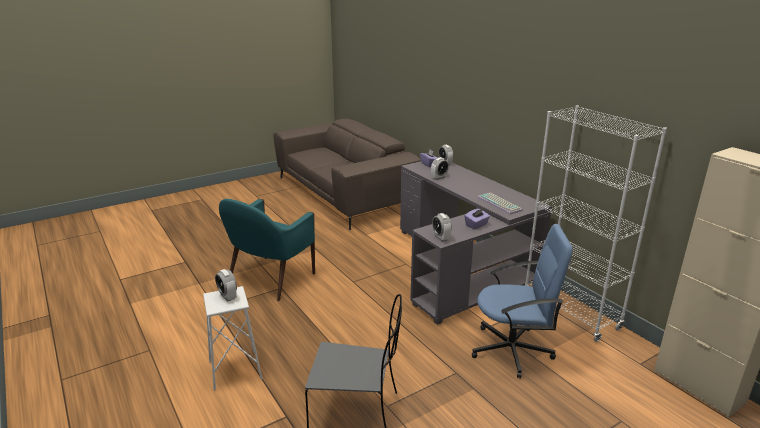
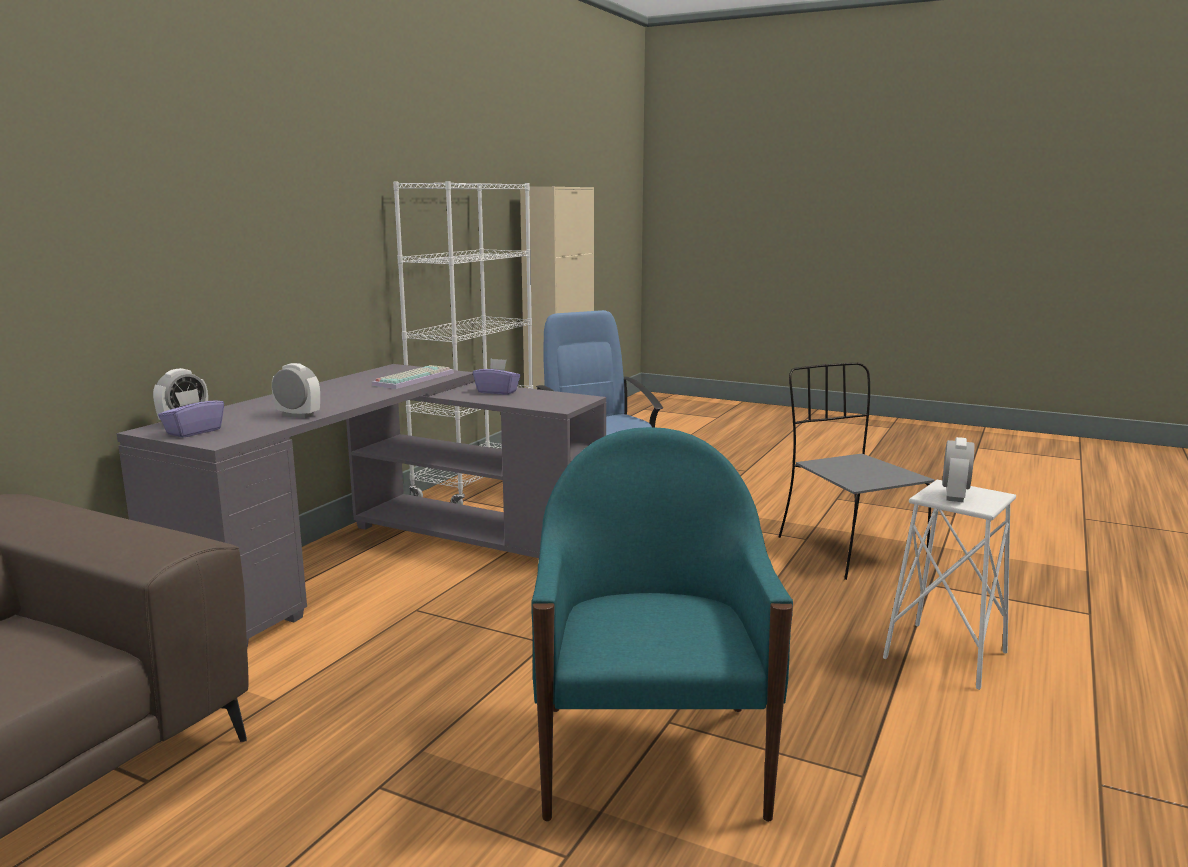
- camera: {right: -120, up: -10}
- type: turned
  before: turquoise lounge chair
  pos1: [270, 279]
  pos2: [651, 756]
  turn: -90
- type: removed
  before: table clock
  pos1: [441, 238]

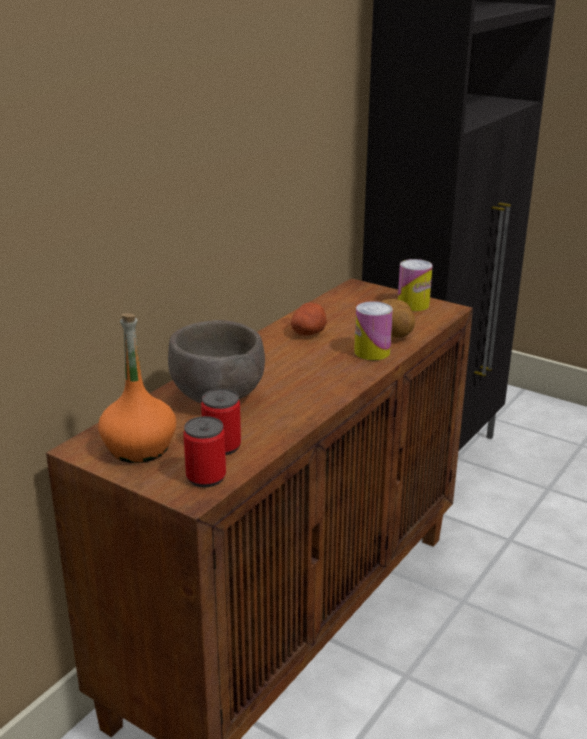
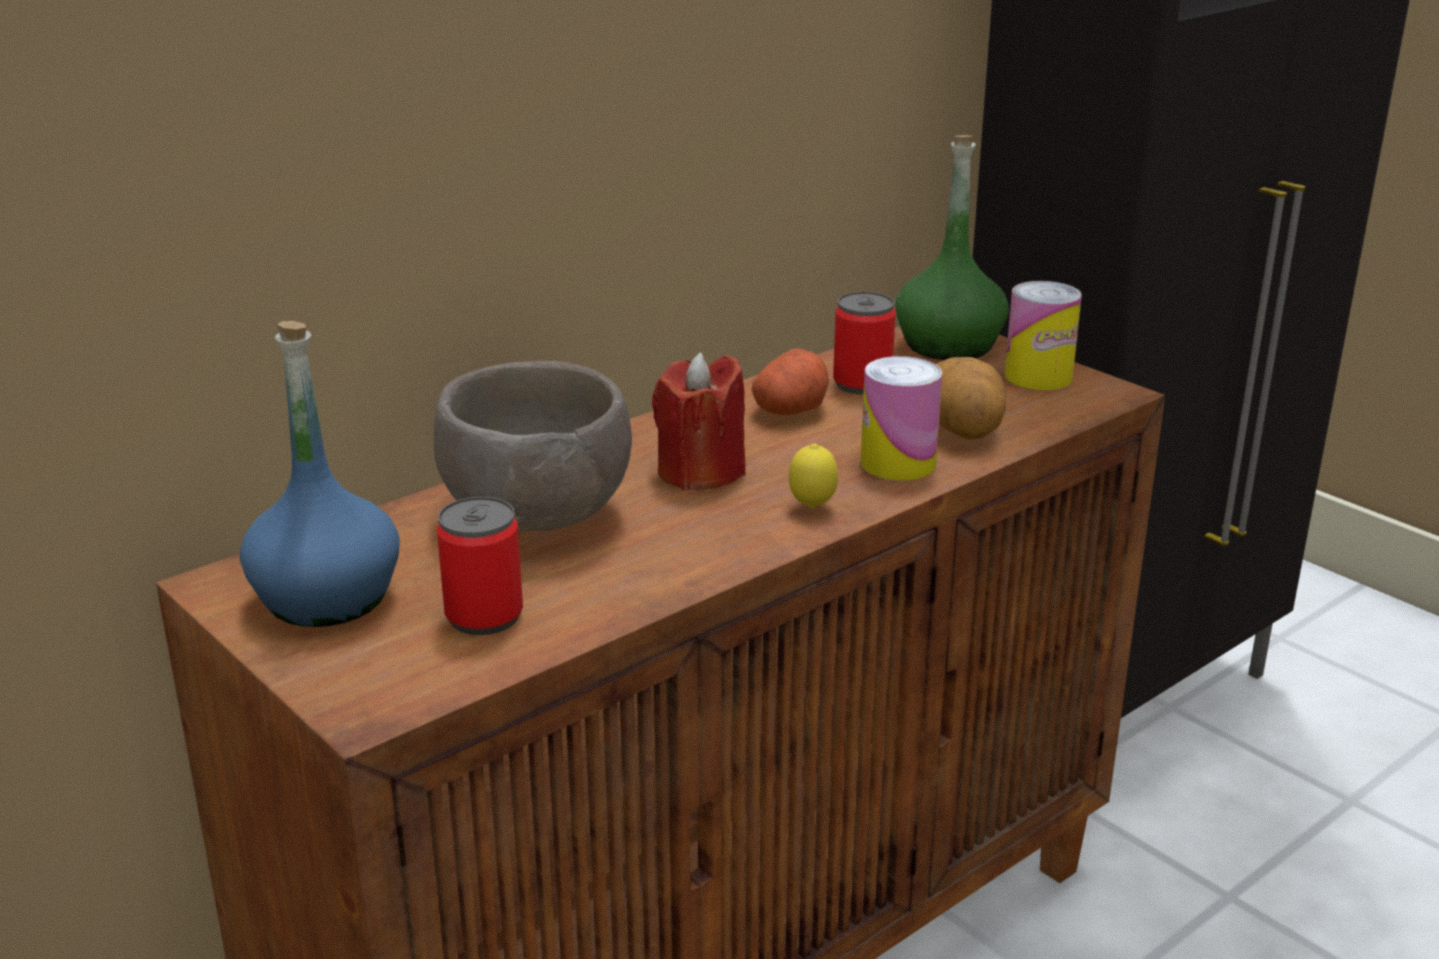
- camera: {right: 15, up: 0}
- type: recoloured
  before: orange beverage bottle
  after: bluish beverage bottle
  pos1: [139, 448]
  pos2: [327, 597]
- type: moved
  before: can
  pos1: [206, 477]
  pos2: [862, 384]
- type: added
  after: green beverage bottle
  pos2: [948, 345]
- type: added
  after: reddish candle
  pos2: [700, 472]
- type: added
  after: lemon
  pos2: [812, 508]

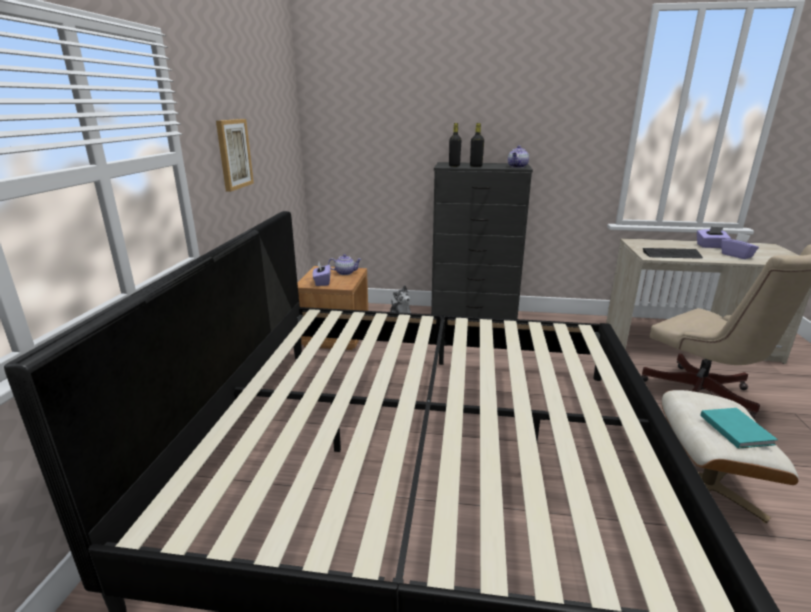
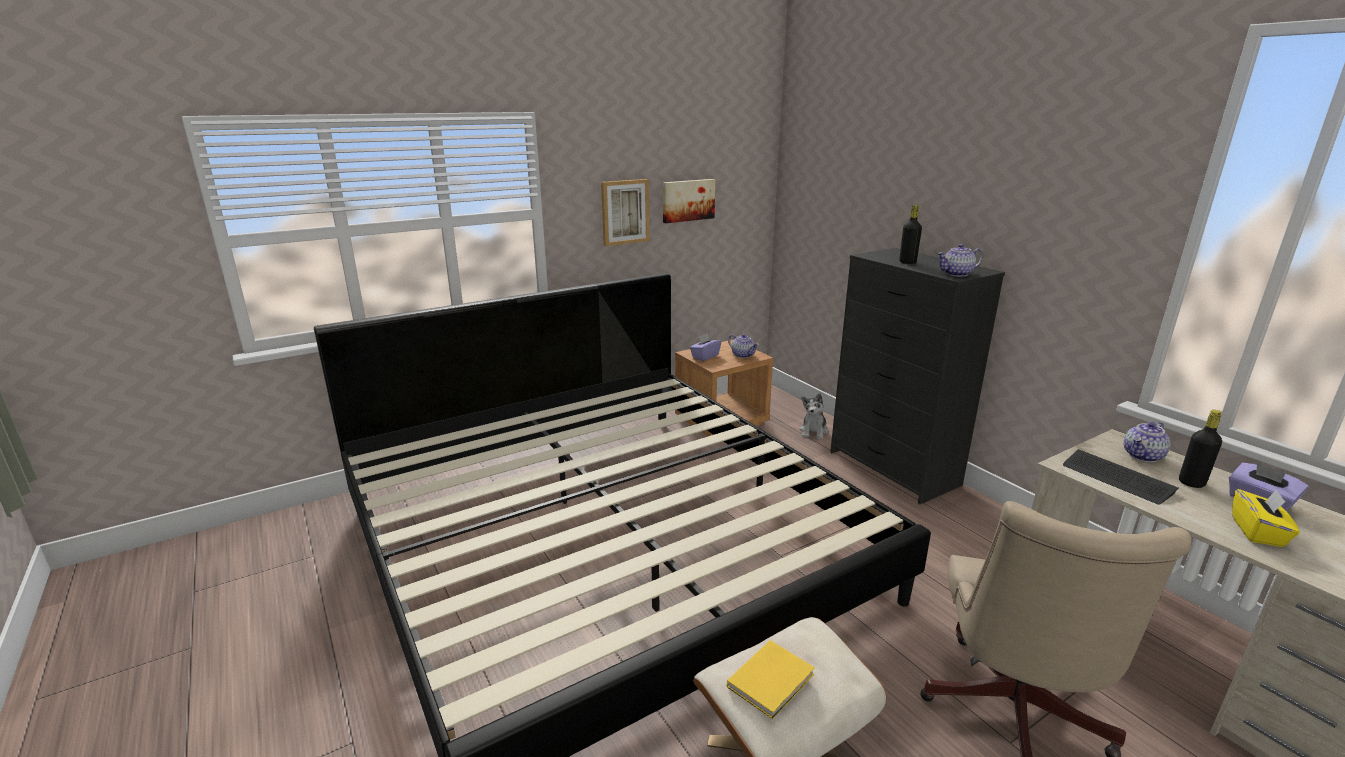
- camera: {right: 50, up: 0}
- type: moved
  before: black beverage bottle
  pos1: [454, 166]
  pos2: [1191, 483]
- type: recoloured
  before: purple tissue holder
  after: yellowish tissue holder
  pos1: [736, 255]
  pos2: [1258, 532]
- type: recoloured
  before: turquoise book
  after: yellowish book
  pos1: [735, 428]
  pos2: [773, 680]
- type: added
  after: wall picture
  pos2: [687, 200]
- type: added
  after: pot for tea
  pos2: [1143, 456]

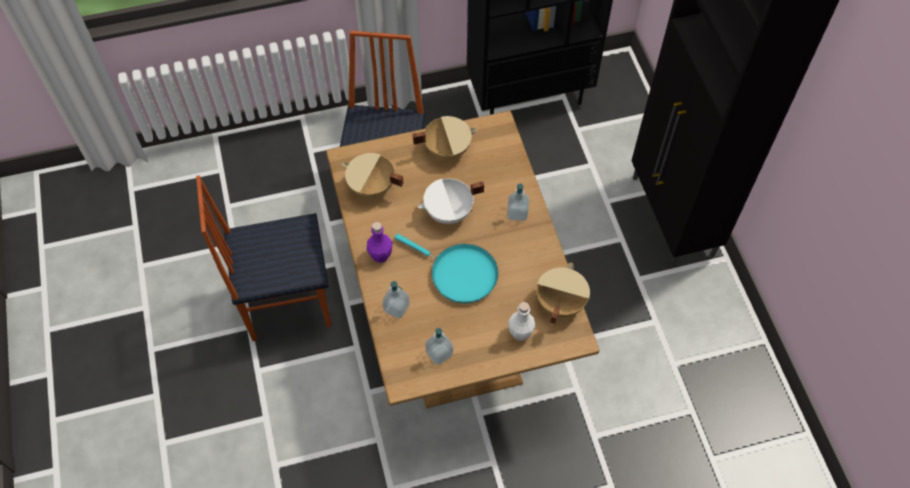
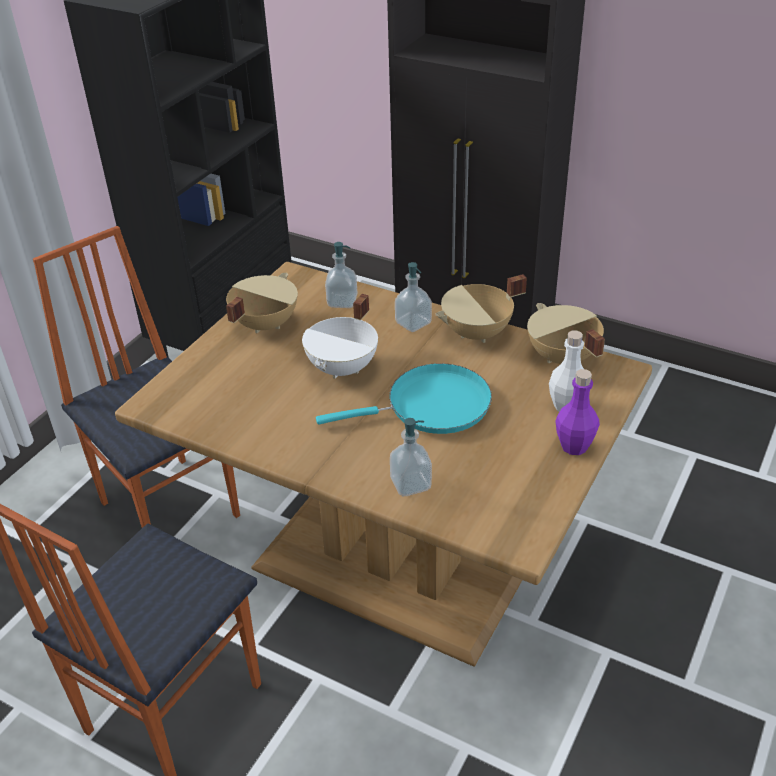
- camera: {right: -45, up: -20}
- type: moved
  before: sand-coloured stockpot
  pos1: [371, 188]
  pos2: [477, 334]
- type: moved
  before: purple beverage bottle
  pos1: [380, 255]
  pos2: [574, 446]
- type: moved
  before: soap bottle
  pos1: [439, 353]
  pos2: [342, 301]

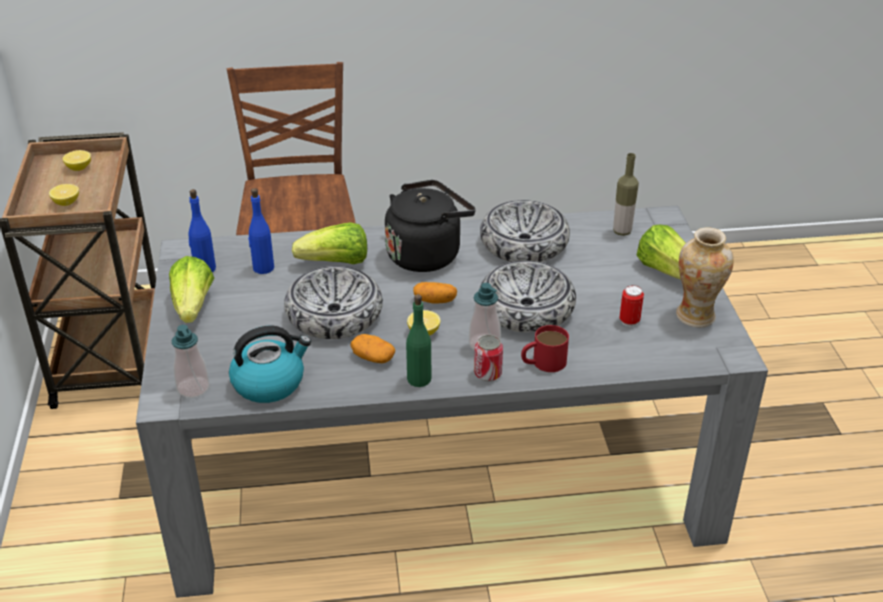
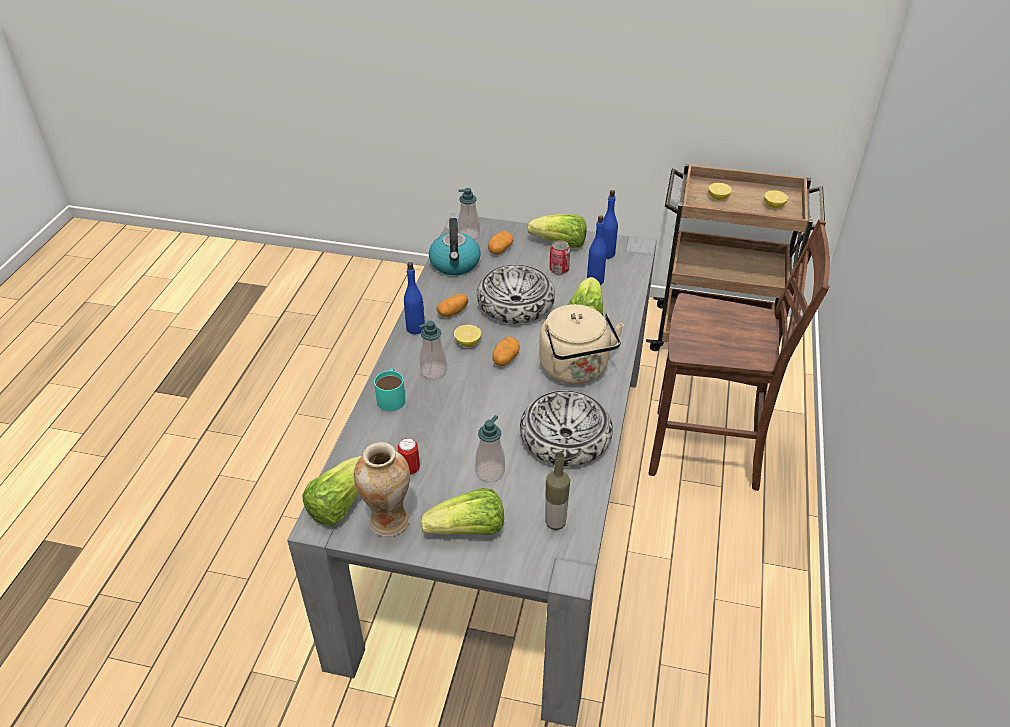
- camera: {right: 110, up: 5}
- type: recoloured
  before: black kettle
  after: sand-coloured kettle
  pos1: [426, 254]
  pos2: [576, 370]
- type: removed
  before: bowl
  pos1: [526, 309]
- type: recoloured
  before: green beverage bottle
  after: bluish beverage bottle
  pos1: [419, 379]
  pos2: [416, 328]
- type: recoloured
  before: reddish tea mug
  after: turquoise tea mug
  pos1: [543, 362]
  pos2: [392, 396]
- type: moved
  before: can
  pos1: [488, 374]
  pos2: [559, 269]
- type: added
  after: spud
  pos2: [500, 249]
- type: added
  after: soap bottle
  pos2: [490, 471]
- type: added
  after: lettuce head
  pos2: [339, 504]

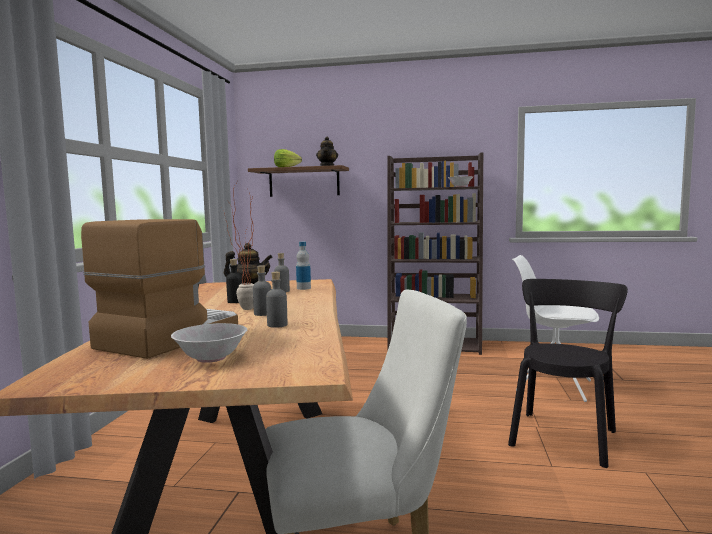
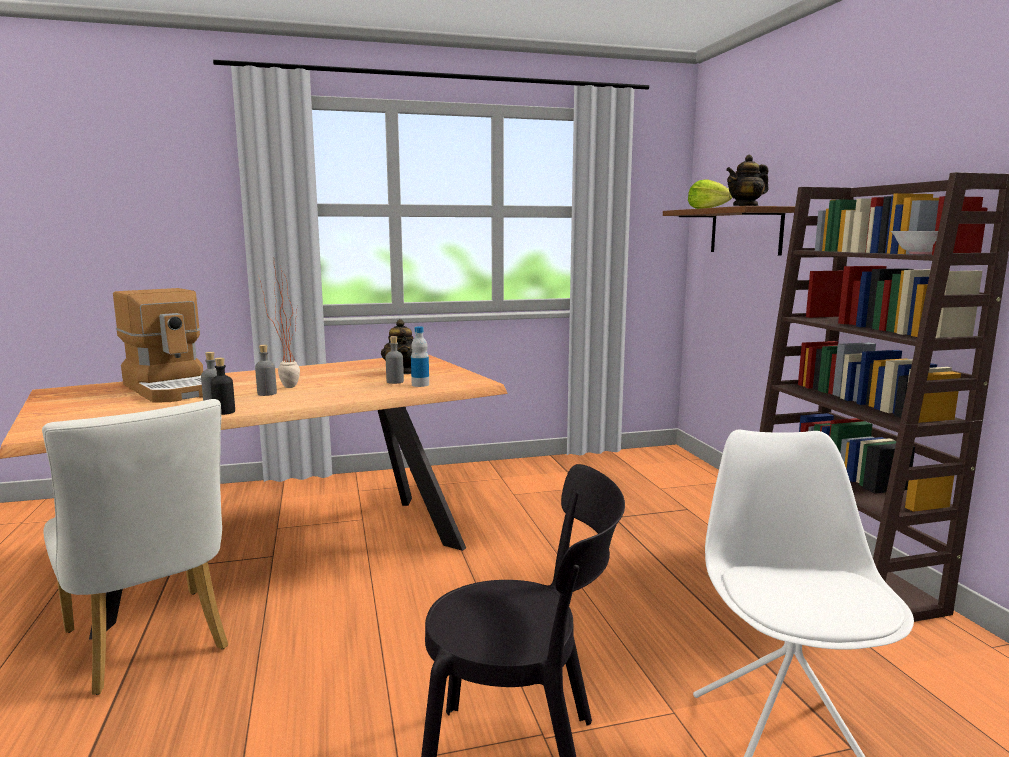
- camera: {right: 65, up: 5}
- type: turned
  before: coffee machine
  pos1: [170, 337]
  pos2: [173, 389]
  turn: 45
- type: moved
  before: black beverage bottle
  pos1: [235, 301]
  pos2: [224, 412]
- type: removed
  before: white bowl
  pos1: [211, 358]

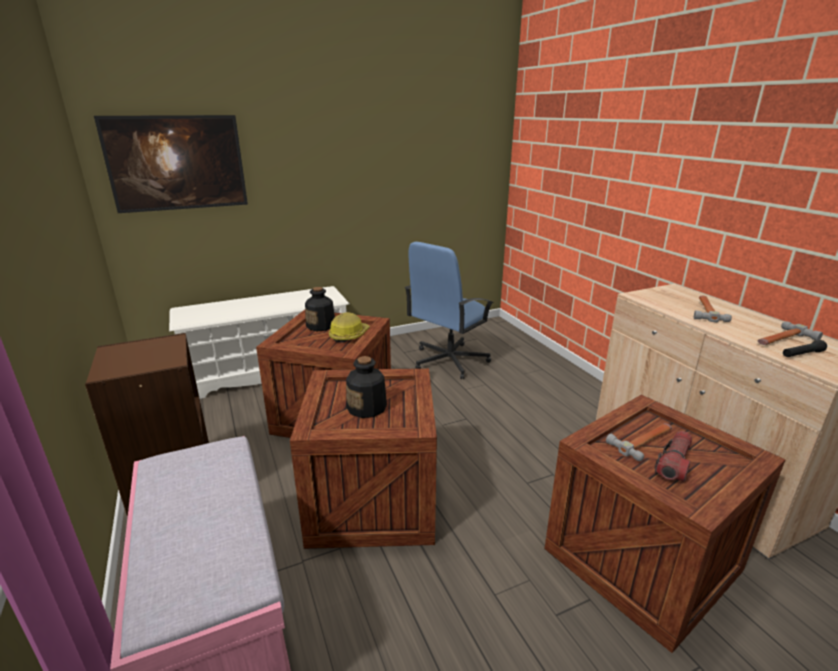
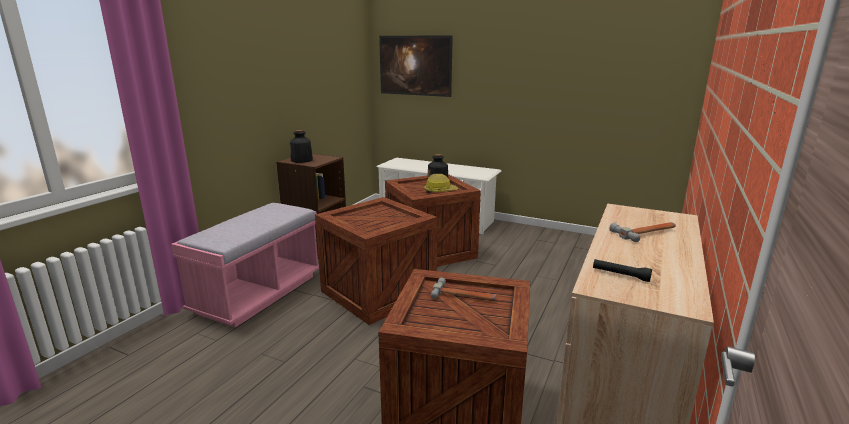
- camera: {right: 50, up: -5}
- type: removed
  before: bluish computer chair
  pos1: [448, 361]
- type: removed
  before: tool hammer
  pos1: [782, 340]
- type: moved
  before: beverage bottle
  pos1: [367, 407]
  pos2: [302, 160]
- type: removed
  before: hand torch
  pos1: [674, 463]

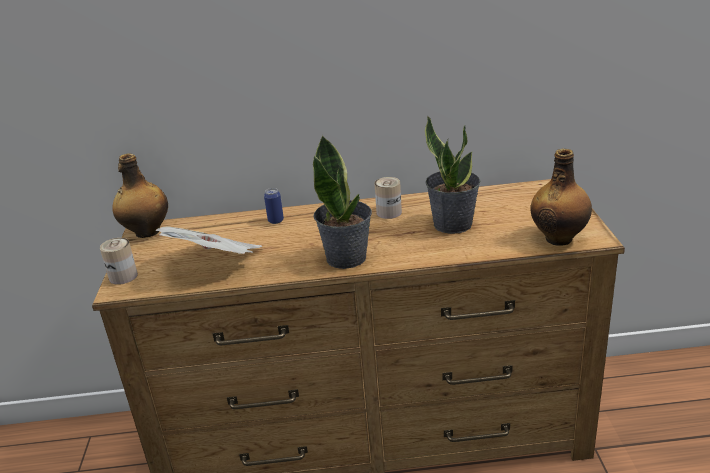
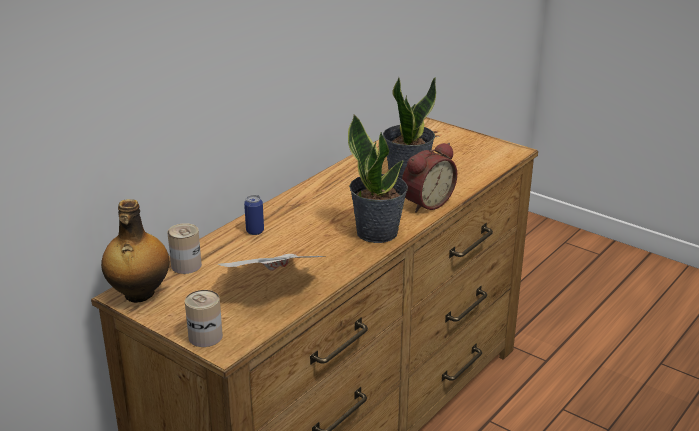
- camera: {right: -50, up: 0}
- type: removed
  before: beverage bottle
  pos1: [559, 238]
- type: moved
  before: can
  pos1: [389, 212]
  pos2: [186, 265]
- type: added
  after: table clock
  pos2: [425, 202]

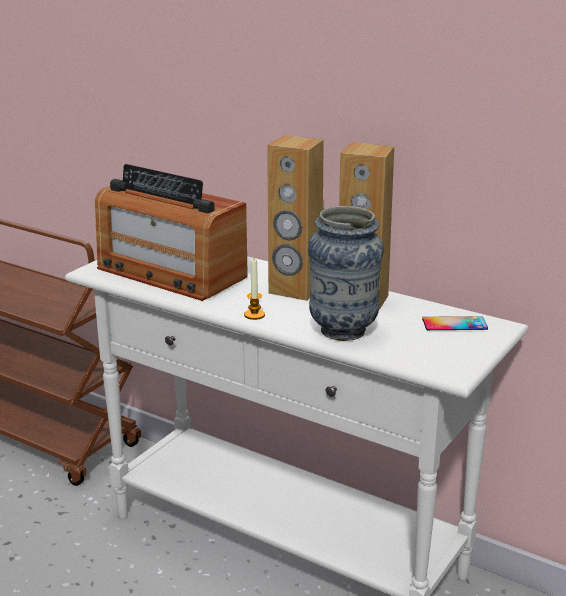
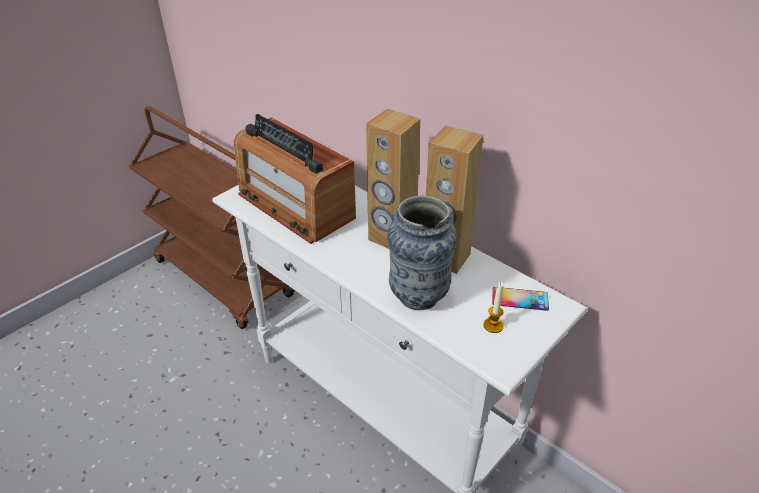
- camera: {right: 10, up: 15}
- type: moved
  before: candle
  pos1: [254, 315]
  pos2: [493, 325]

